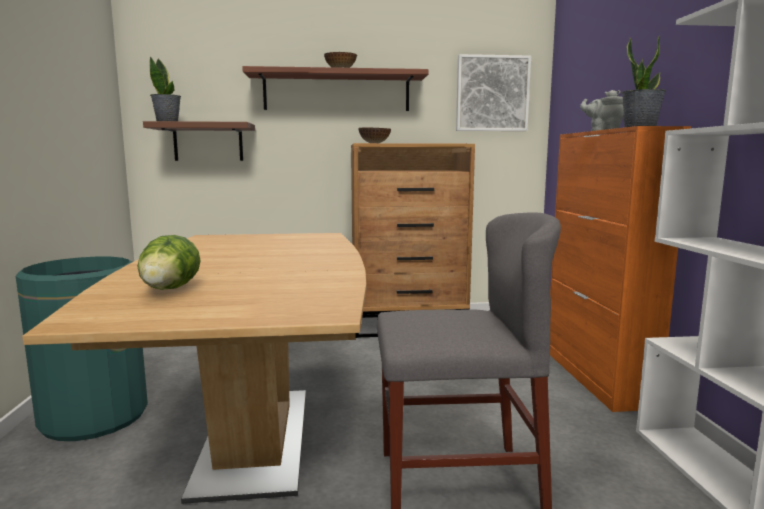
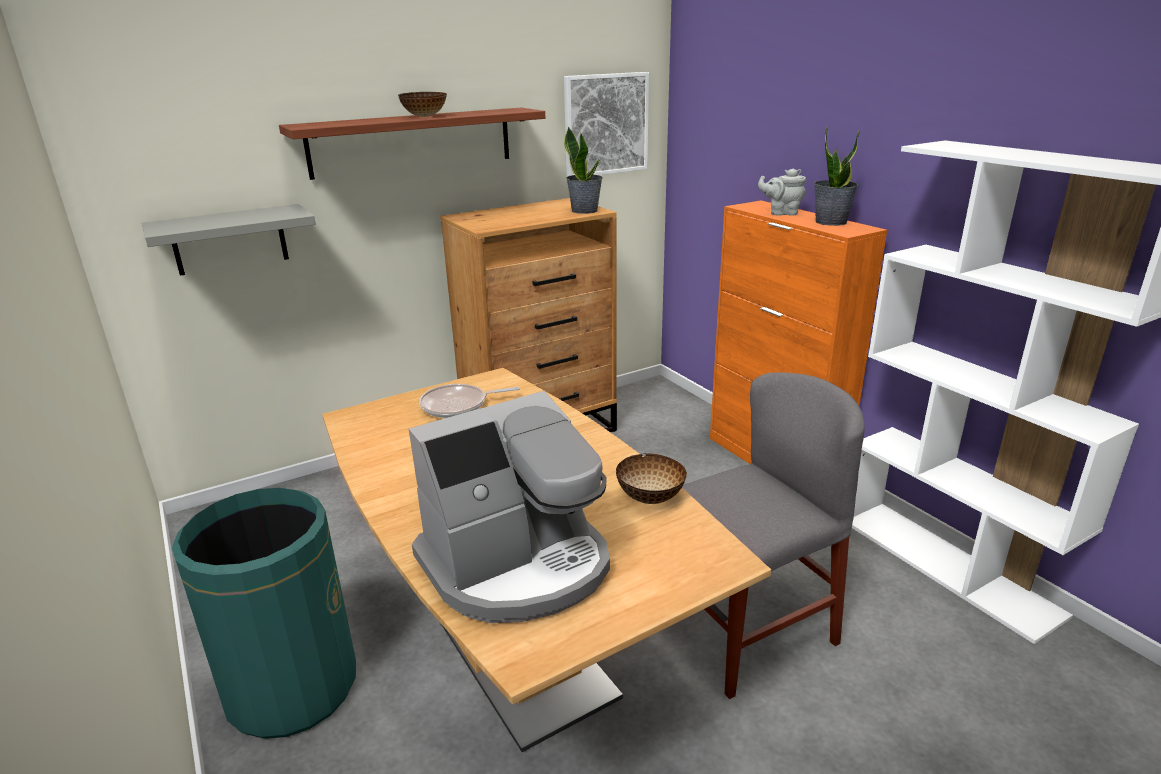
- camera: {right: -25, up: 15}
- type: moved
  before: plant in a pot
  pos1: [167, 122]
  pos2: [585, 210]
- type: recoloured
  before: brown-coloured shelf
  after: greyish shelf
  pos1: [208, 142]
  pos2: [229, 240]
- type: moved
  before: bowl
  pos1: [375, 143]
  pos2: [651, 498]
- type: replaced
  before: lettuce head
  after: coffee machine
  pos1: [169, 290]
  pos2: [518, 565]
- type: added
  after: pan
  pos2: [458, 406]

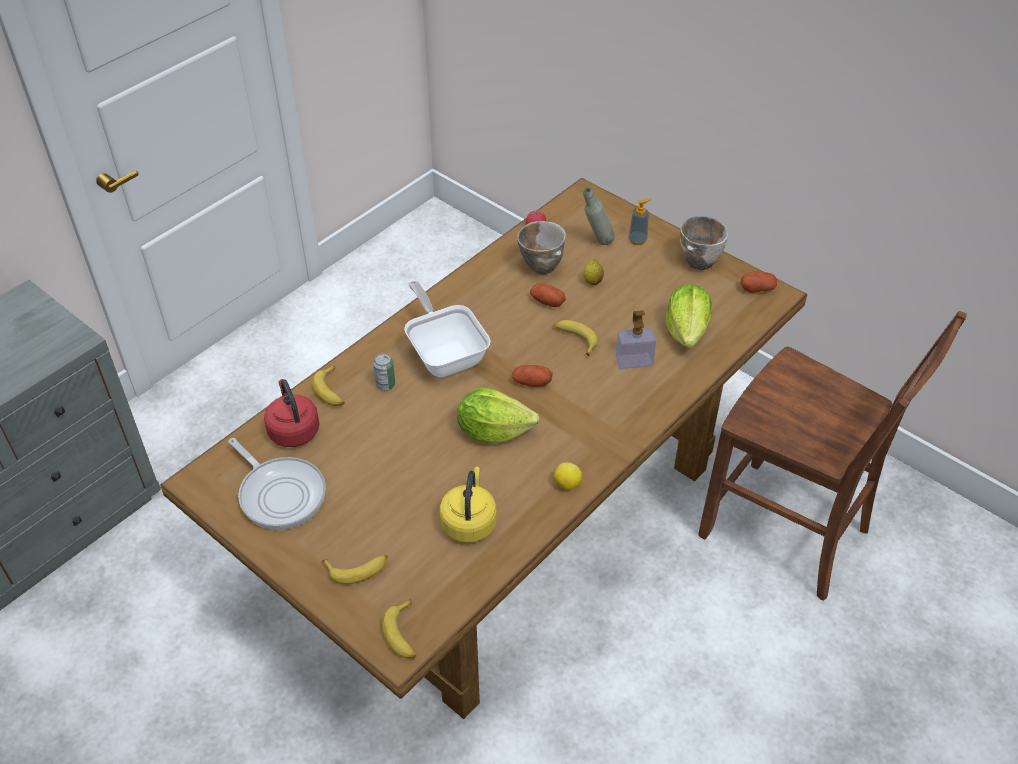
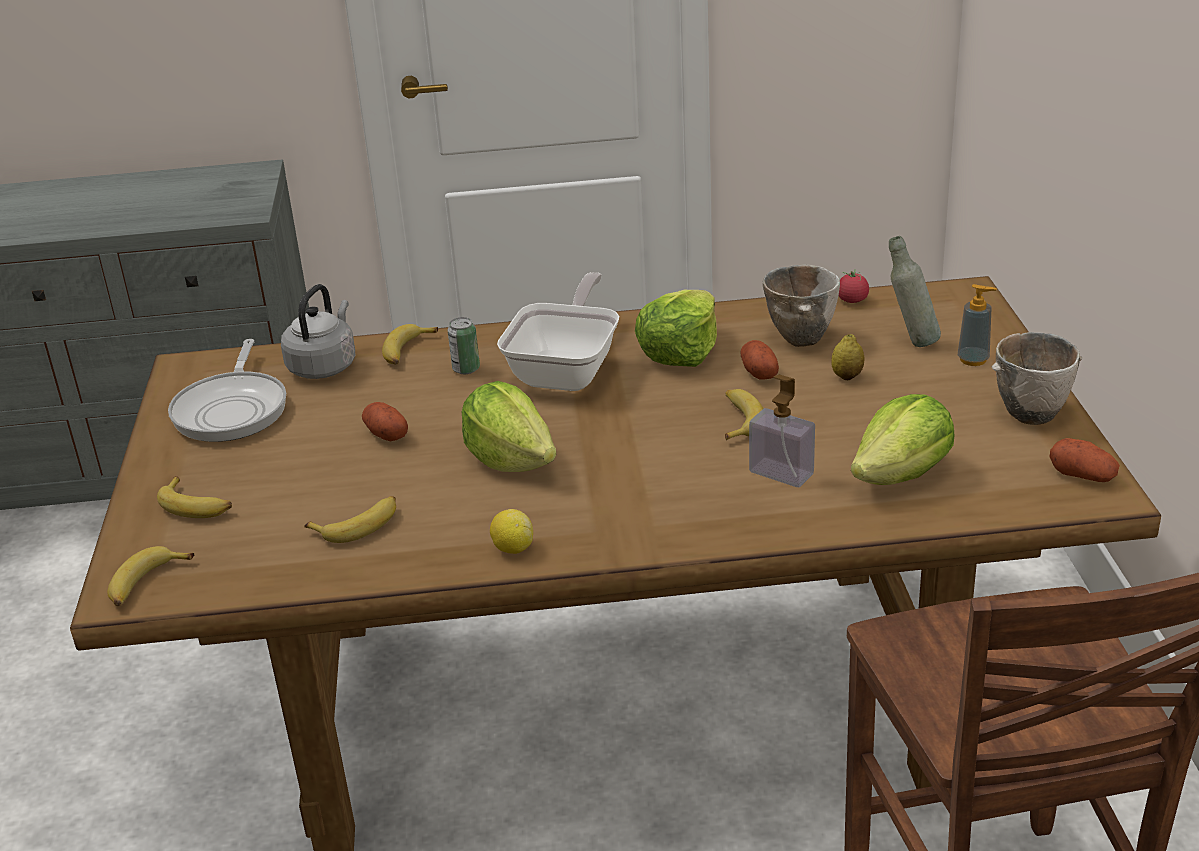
- camera: {right: 45, up: -15}
- type: moved
  before: spud
  pos1: [531, 382]
  pos2: [386, 434]
- type: recoloured
  before: reddish kettle
  after: greyish kettle
  pos1: [293, 430]
  pos2: [324, 366]
- type: replaced
  before: yellowish kettle
  after: banana fruit
  pos1: [469, 522]
  pos2: [358, 525]
- type: added
  after: lettuce head
  pos2: [680, 352]

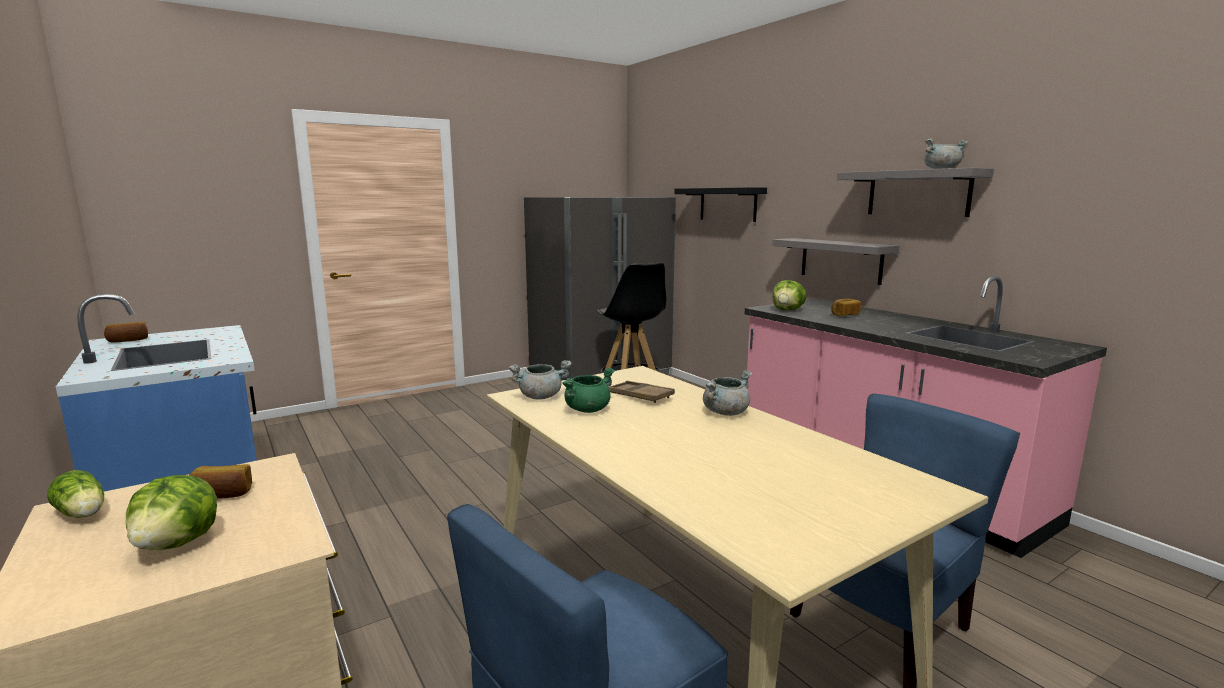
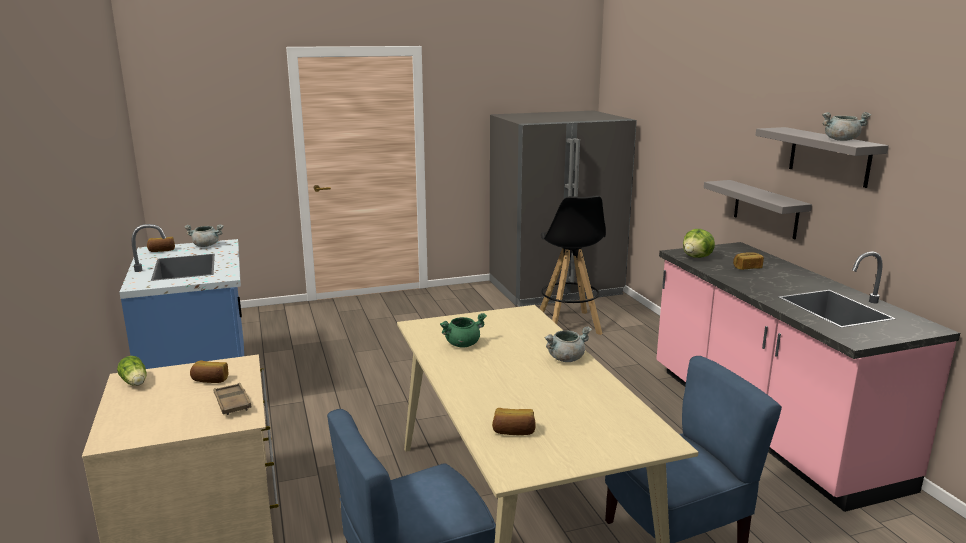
- camera: {right: 15, up: 5}
- type: removed
  before: black shelf
  pos1: [727, 204]
- type: moved
  before: greyish stockpot
  pos1: [540, 396]
  pos2: [206, 245]
- type: moved
  before: brown-coloured carrying tray
  pos1: [639, 396]
  pos2: [232, 403]
- type: removed
  before: lettuce head
  pos1: [178, 543]
- type: added
  after: baked bread
  pos2: [513, 432]

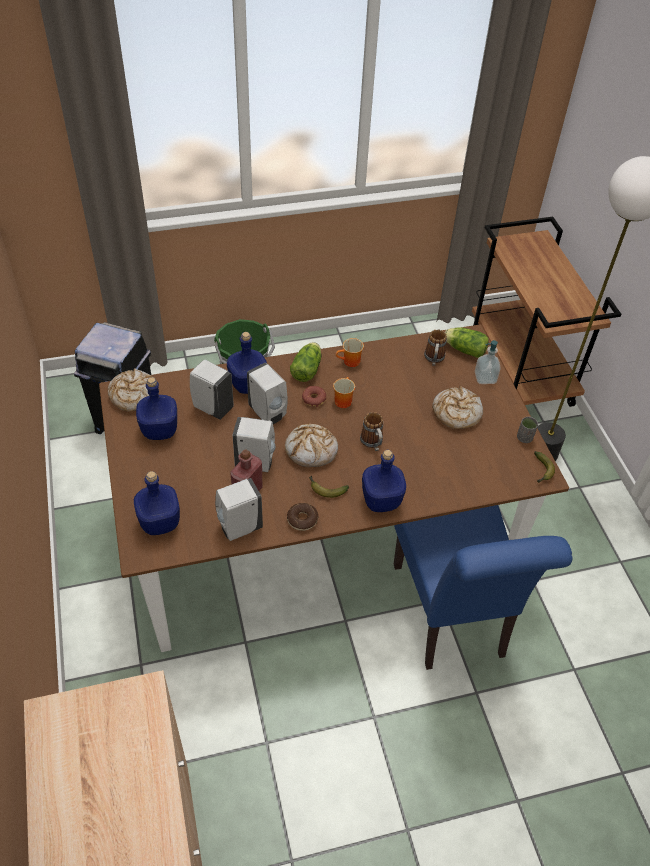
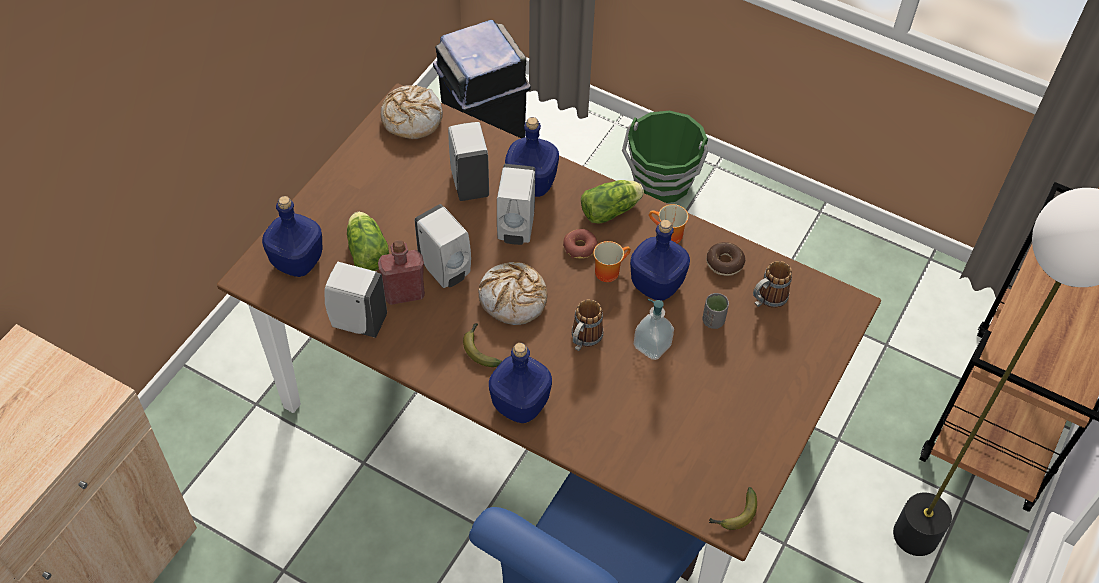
- camera: {right: 45, up: 5}
- type: moved
  before: lettuce head
  pos1: [463, 349]
  pos2: [367, 250]
- type: moved
  before: soap bottle
  pos1: [485, 378]
  pos2: [652, 346]
- type: moved
  before: bluish beverage bottle
  pos1: [160, 430]
  pos2: [657, 285]
- type: removed
  before: baked bread
  pos1: [456, 413]
- type: moved
  before: greyish drinking cup
  pos1: [524, 438]
  pos2: [713, 321]
- type: moved
  before: doughnut
  pos1: [302, 520]
  pos2: [724, 263]

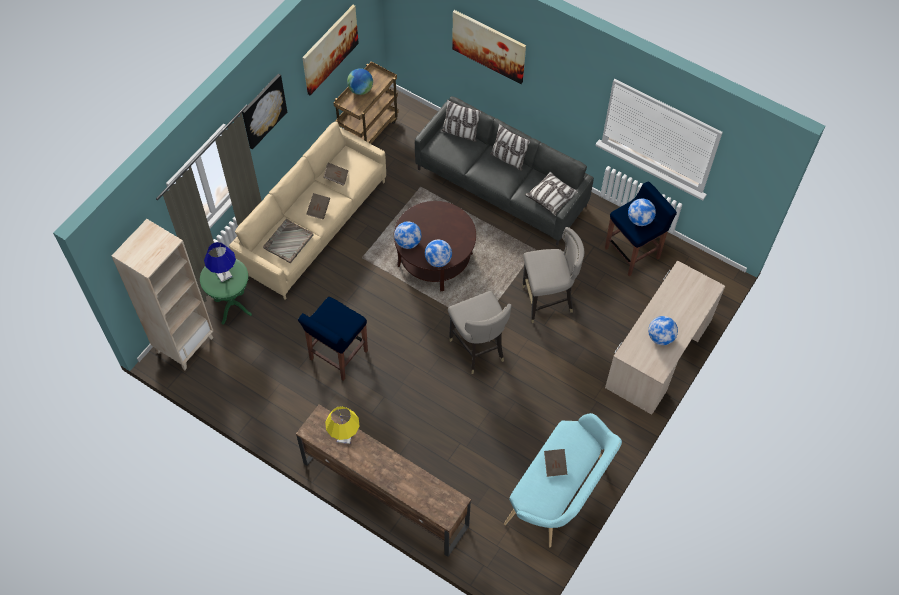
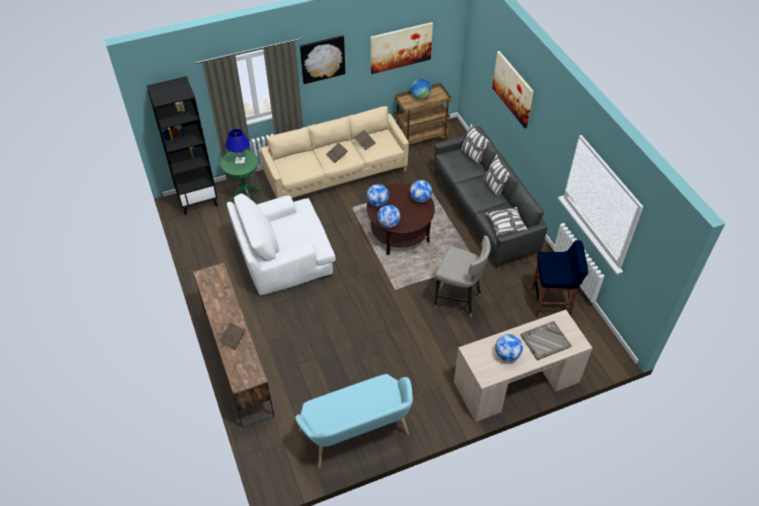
- camera: {right: 35, up: -10}
- type: moved
  before: world globe
  pos1: [639, 220]
  pos2: [420, 199]
- type: recoloured
  before: sand-coloured bookshelf
  after: black bookshelf
  pos1: [185, 344]
  pos2: [198, 200]
- type: moved
  before: greyish carrying tray
  pos1: [288, 242]
  pos2: [545, 341]
- type: removed
  before: greyish stool
  pos1: [478, 350]
- type: replaced
  before: bluish stool
  after: white lounge chair
  pos1: [338, 356]
  pos2: [283, 257]
- type: removed
  before: yellowish table lamp
  pos1: [344, 436]
- type: moved
  before: brown-coloured book
  pos1: [555, 465]
  pos2: [233, 339]

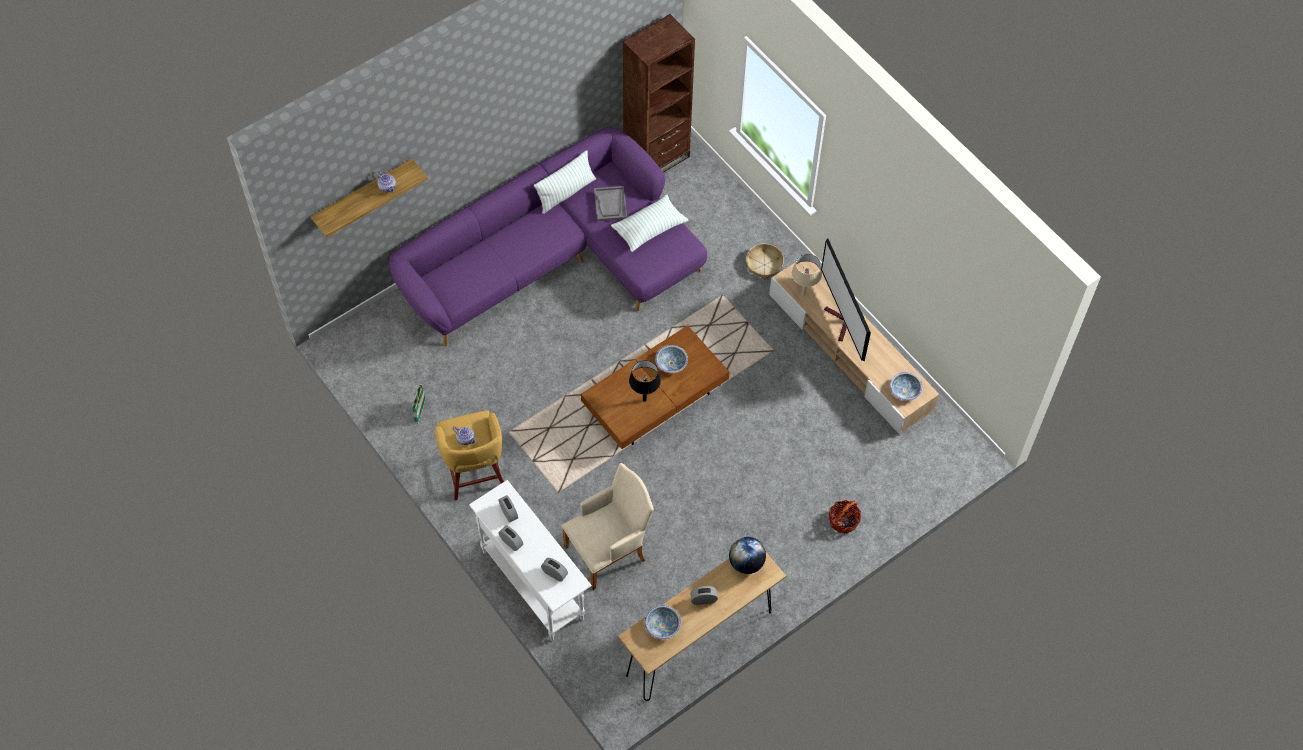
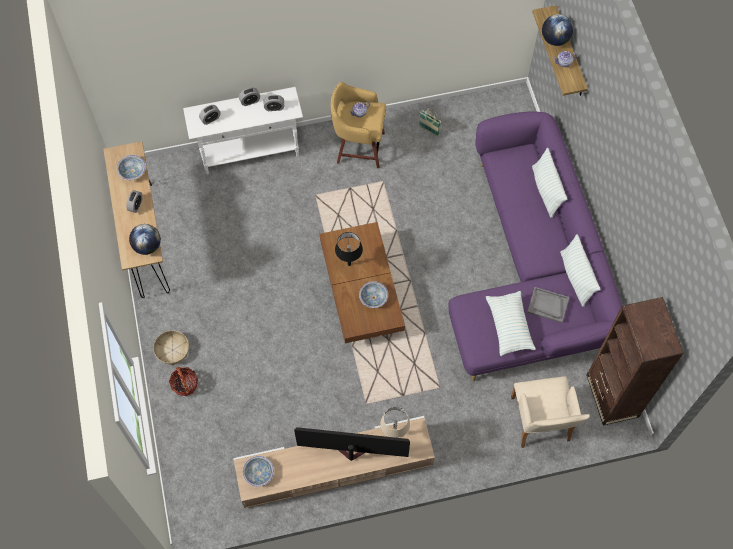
- camera: {right: 115, up: 5}
- type: moved
  before: storage basket
  pos1: [764, 265]
  pos2: [172, 350]
- type: moved
  before: sand-coloured lounge chair
  pos1: [609, 551]
  pos2: [540, 423]
- type: added
  after: world globe
  pos2: [555, 39]
- type: added
  after: throw pillow
  pos2: [546, 190]

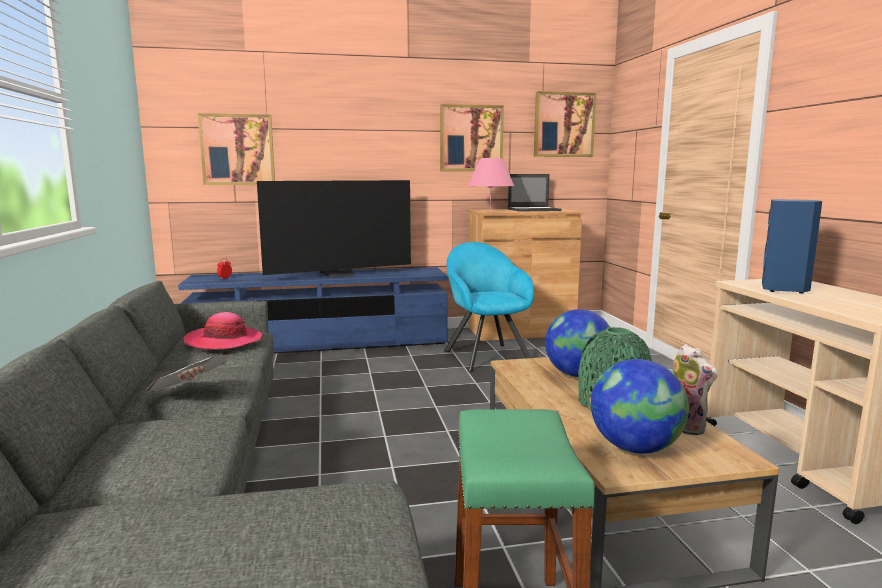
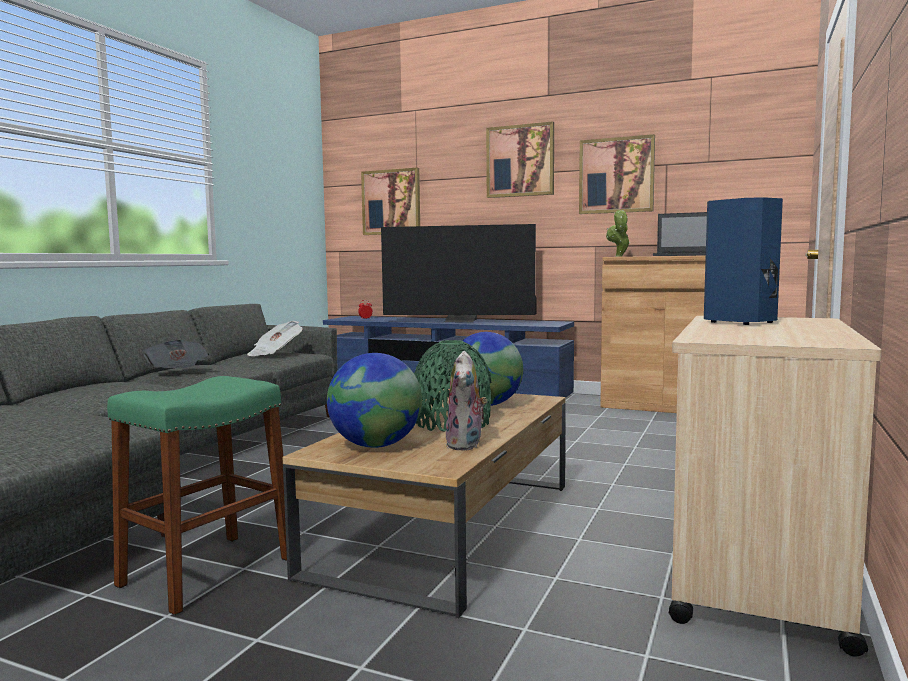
- camera: {right: 35, up: -5}
- type: moved
  before: wall picture
  pos1: [563, 125]
  pos2: [520, 161]
- type: replaced
  before: pink-coloured table lamp
  after: plant in a pot
  pos1: [490, 211]
  pos2: [619, 256]
- type: removed
  before: turquoise lounge chair
  pos1: [485, 355]
- type: replaced
  before: clothing hat
  after: printed paper
  pos1: [224, 341]
  pos2: [275, 353]

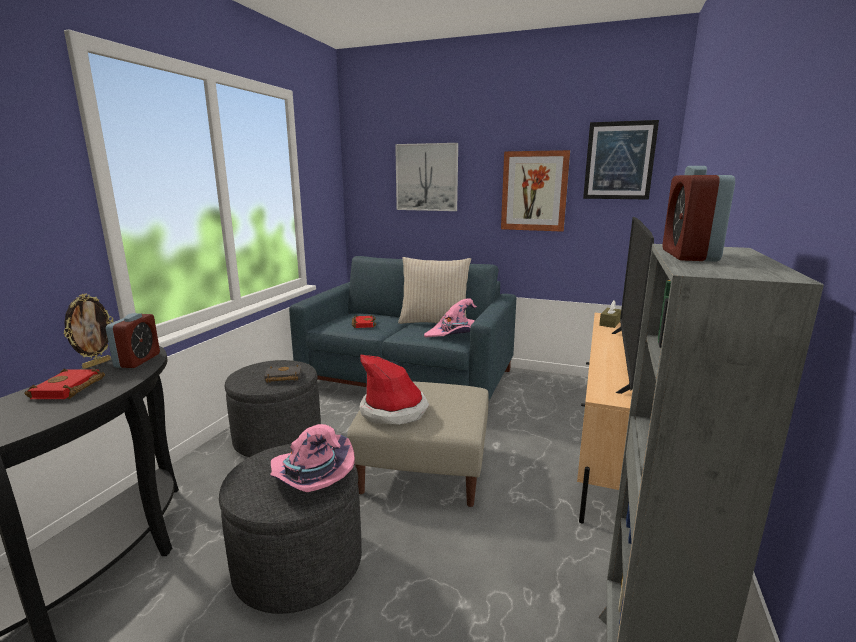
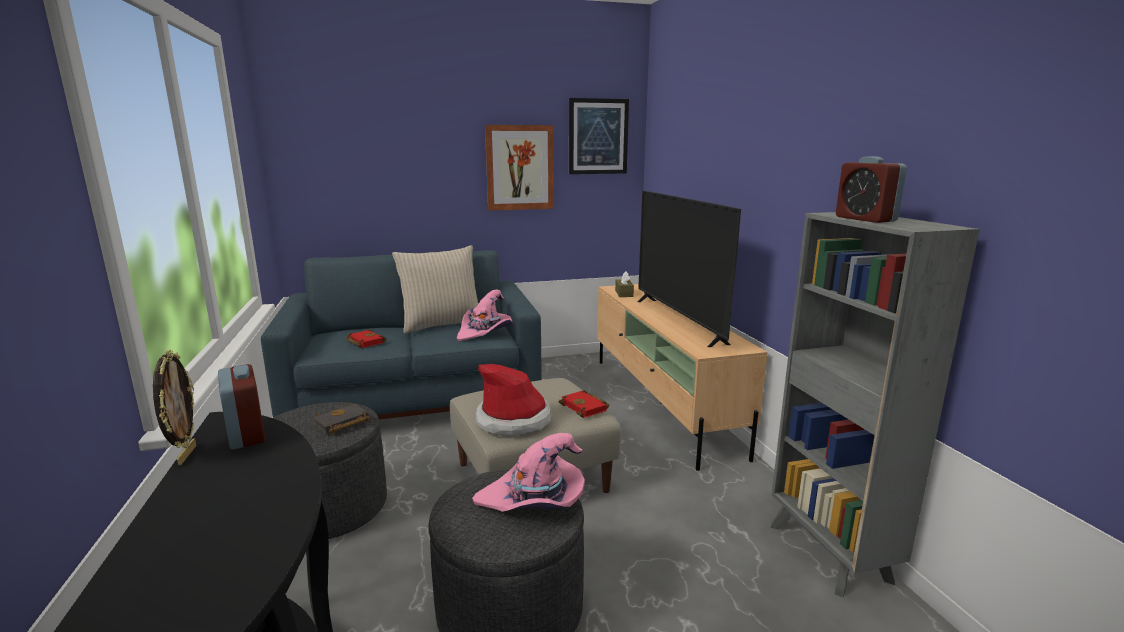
- camera: {right: -35, up: 0}
- type: removed
  before: wall picture
  pos1: [427, 177]
- type: moved
  before: reddish book
  pos1: [69, 389]
  pos2: [585, 407]

